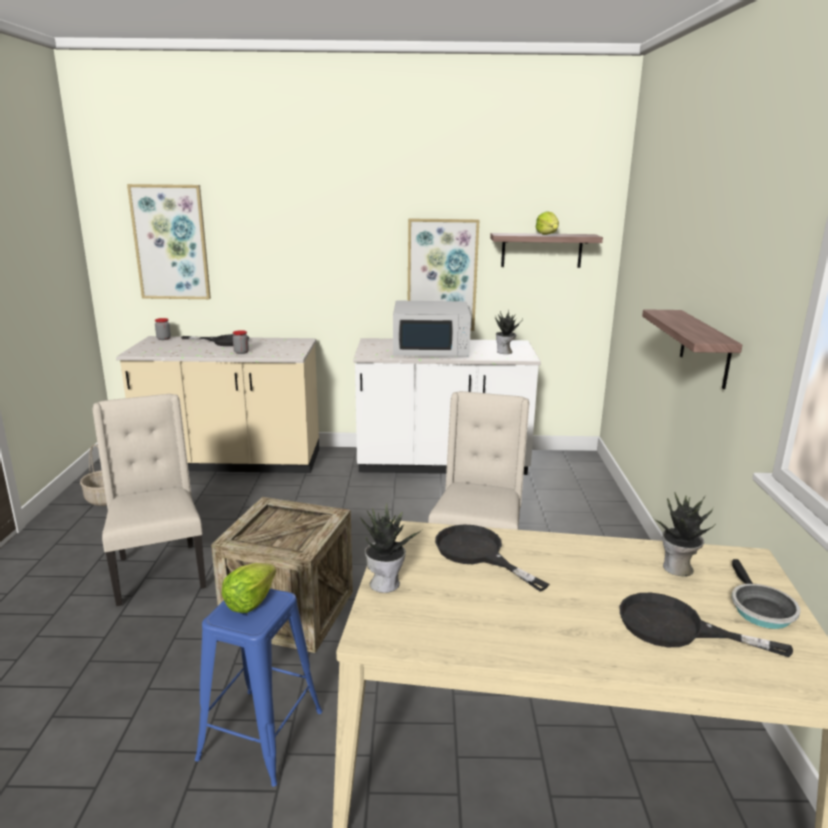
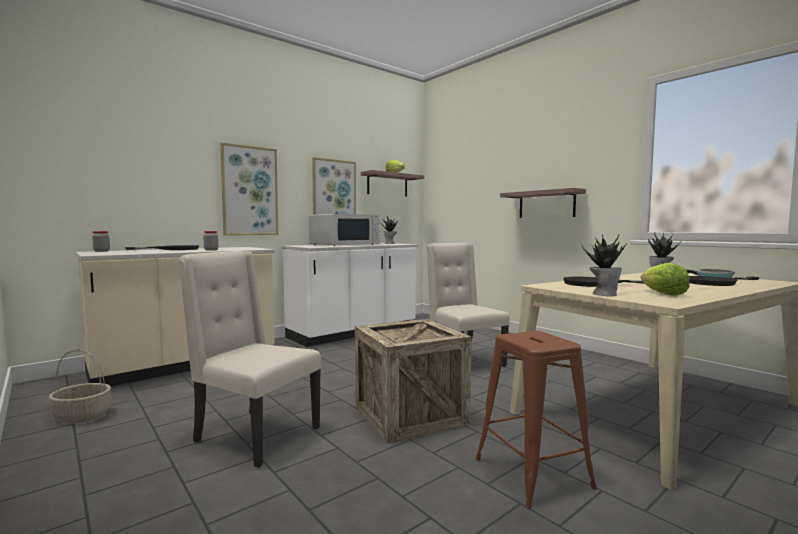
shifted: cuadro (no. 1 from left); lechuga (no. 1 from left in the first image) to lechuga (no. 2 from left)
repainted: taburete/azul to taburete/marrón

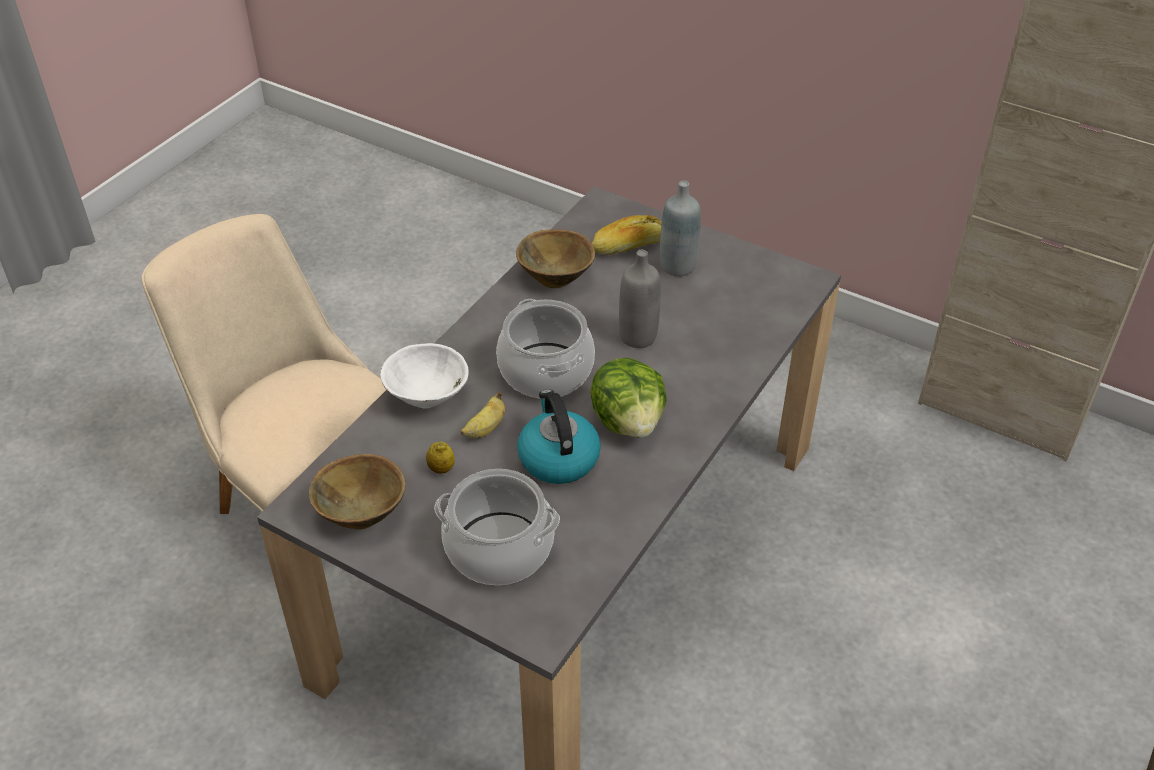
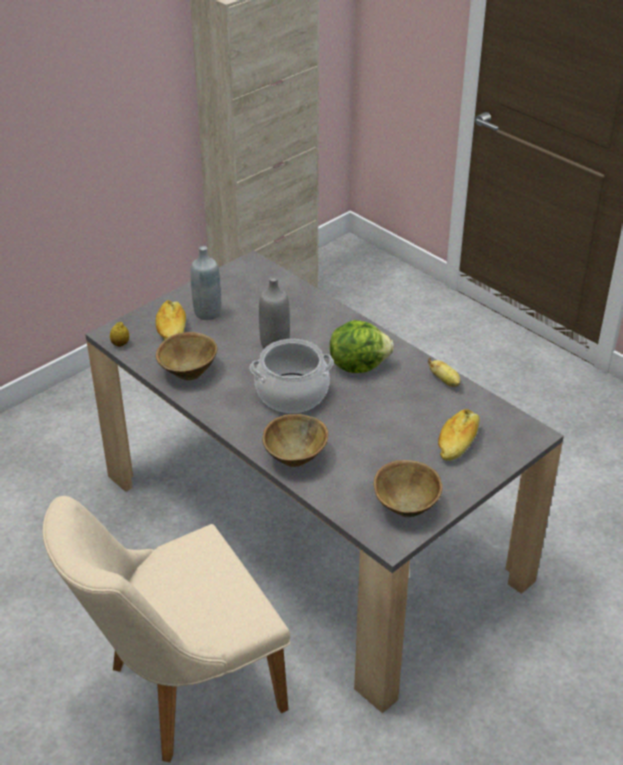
gone: hervidor
shifted: limón; plátano
swapped: olla (no. 1 from left) to pan (no. 2 from left)
repainted: cuenco/blanco to cuenco/marrón (no. 2 from left)

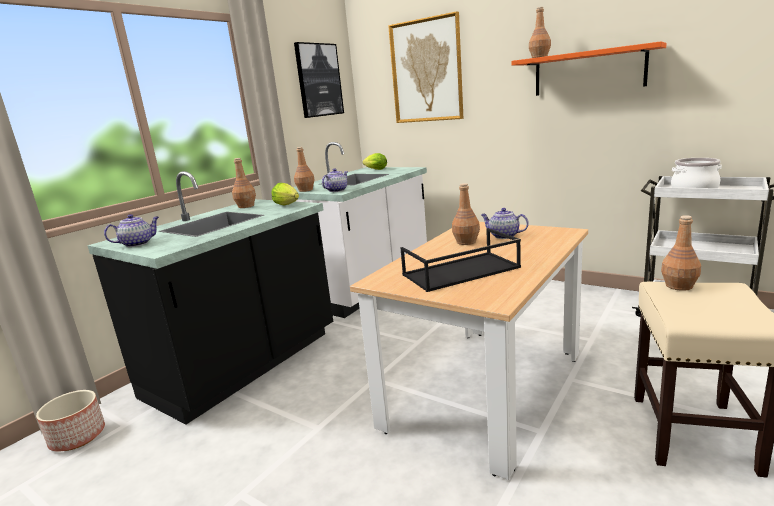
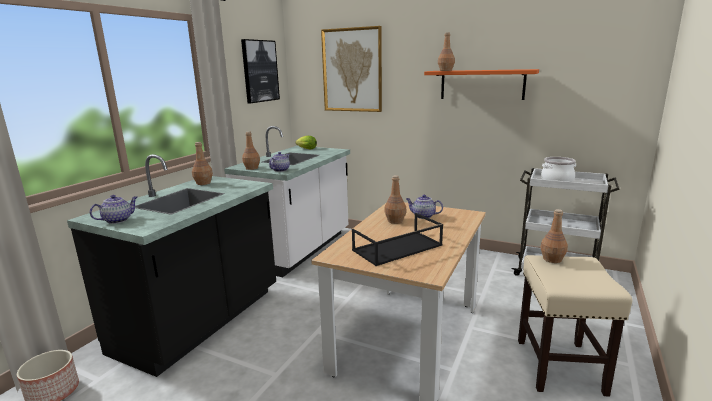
gone: lechuga (no. 1 from left)

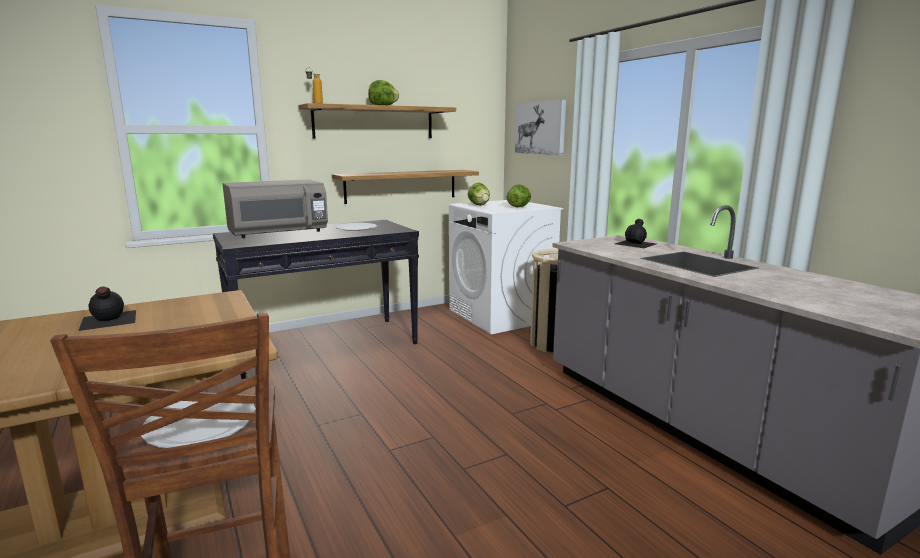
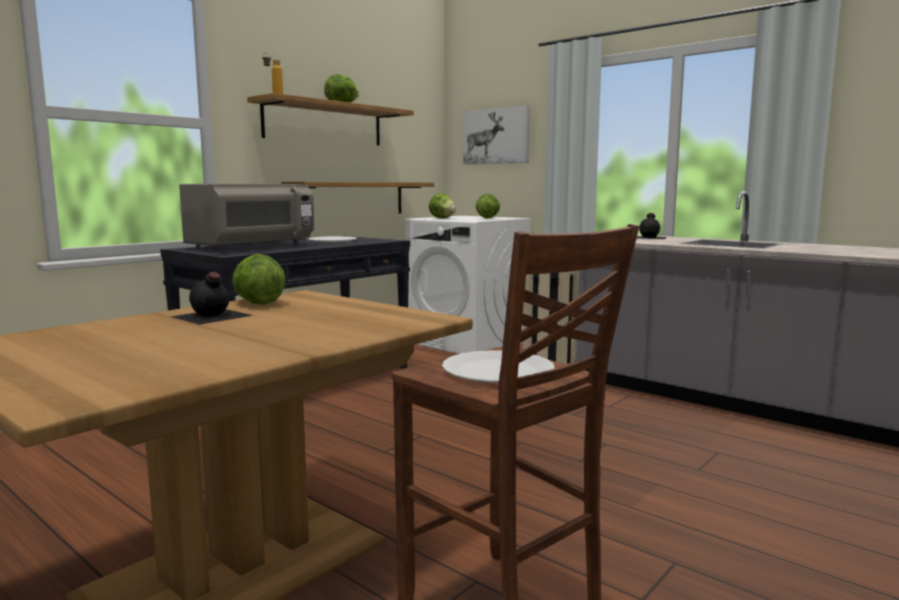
new: lechuga (no. 1 from left)

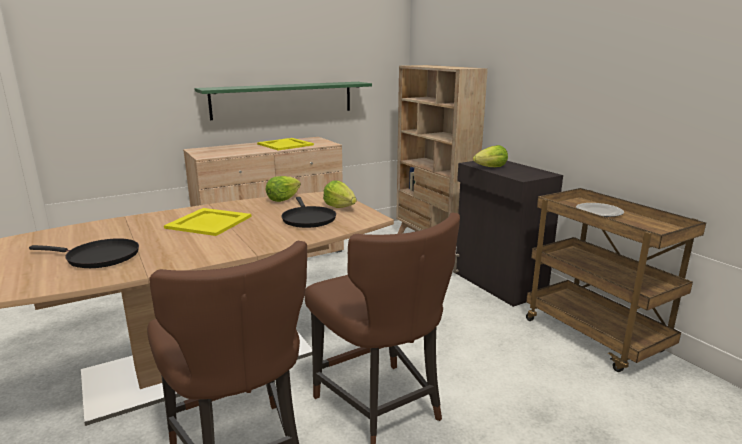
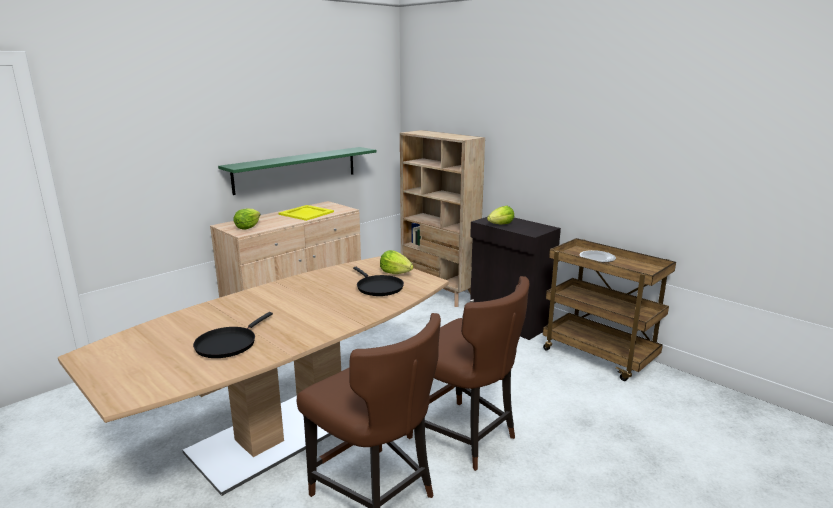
gone: bandeja/amarillo (no. 1 from left)
shifted: lechuga (no. 1 from left)
rotated: sartén/negro (no. 1 from left) 120 degrees clockwise

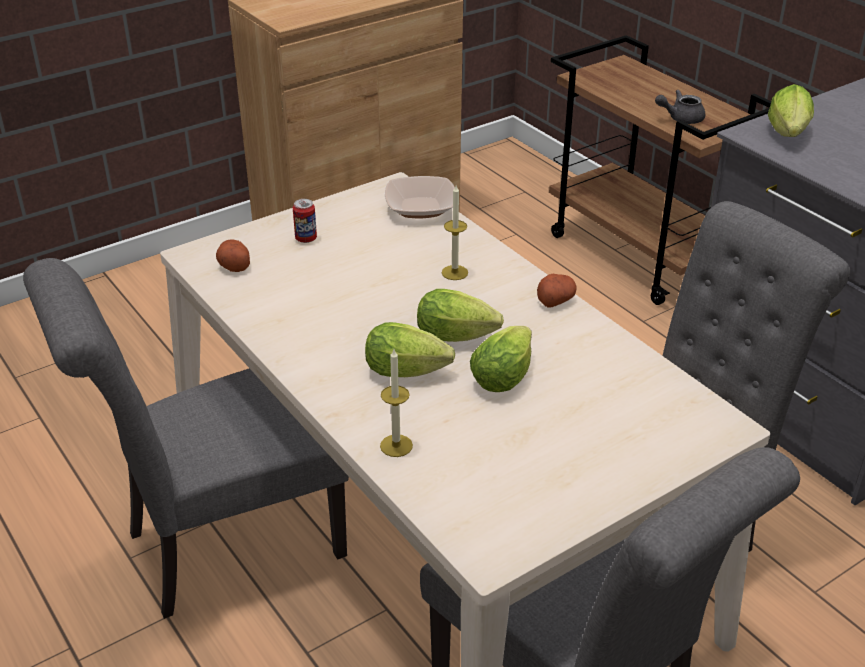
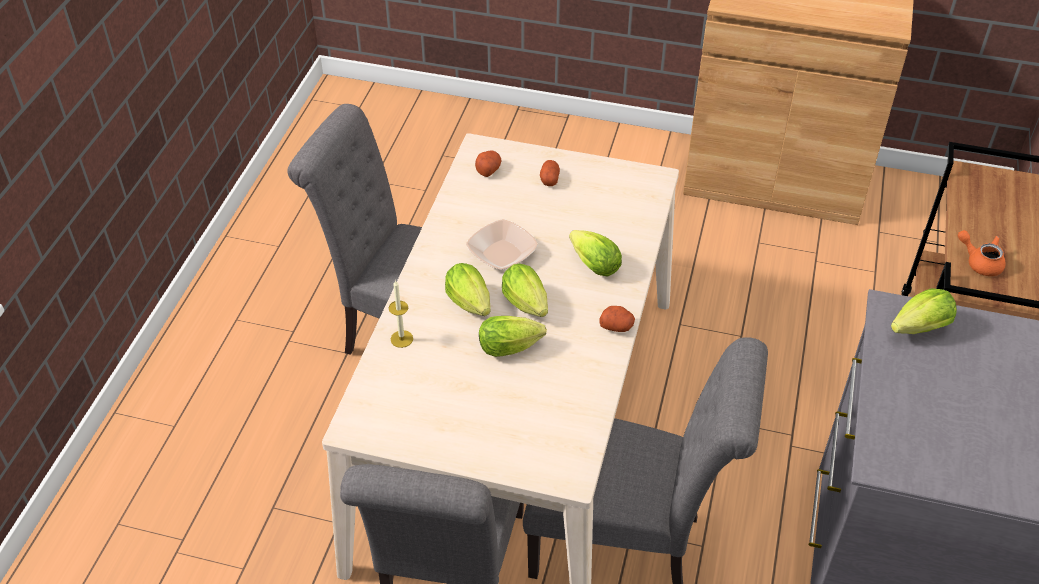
shifted: cuenco
swapped: lata to patata (no. 2 from left); vela (no. 2 from left) to lechuga (no. 4 from left)
repainted: tetera/gris to tetera/naranja

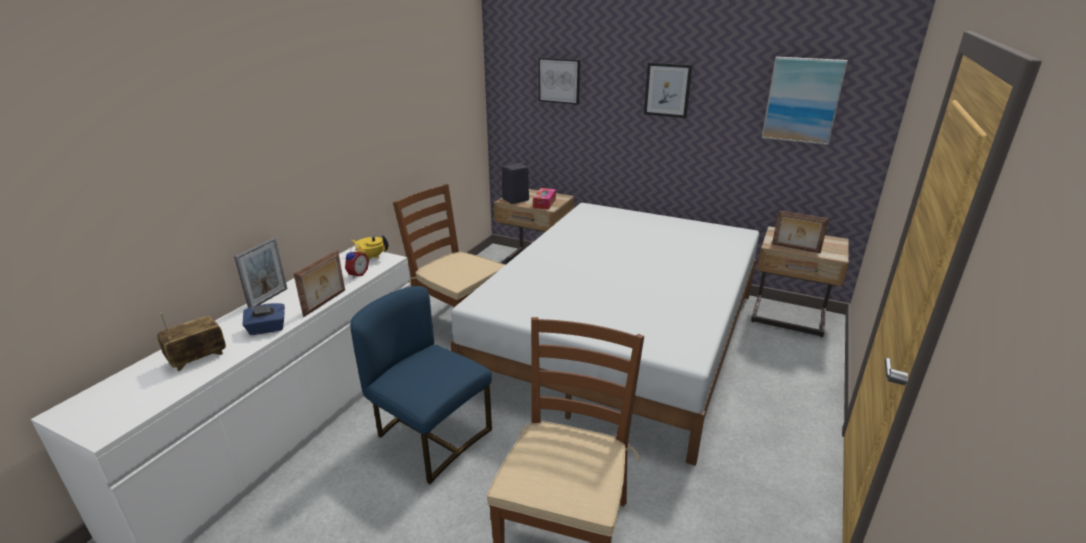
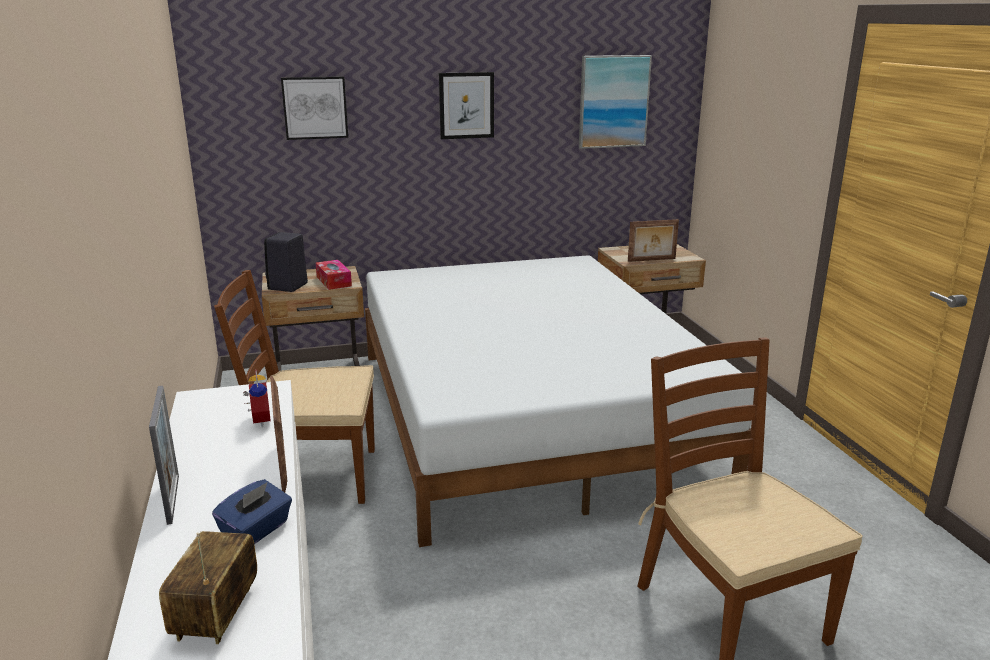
gone: silla/azul; tetera/amarillo

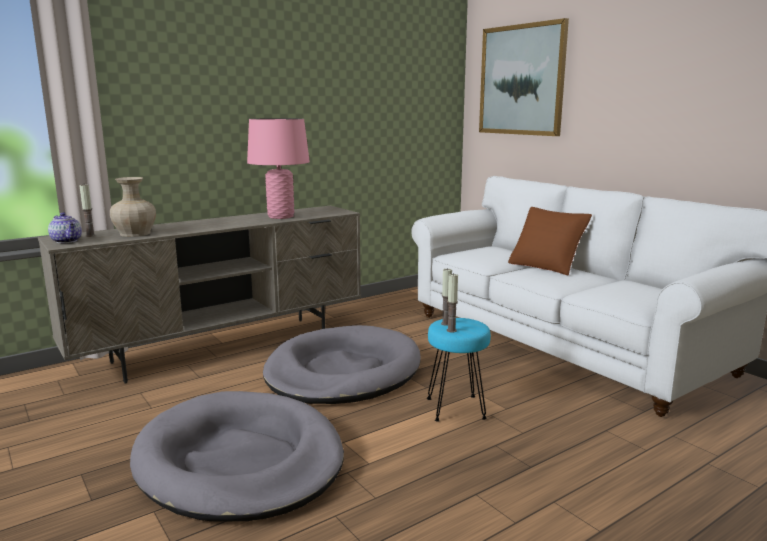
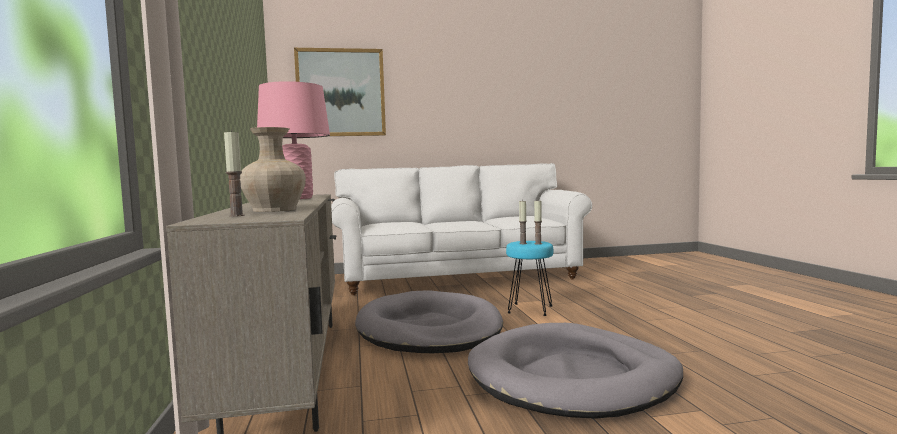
gone: tetera; cojín/marrón

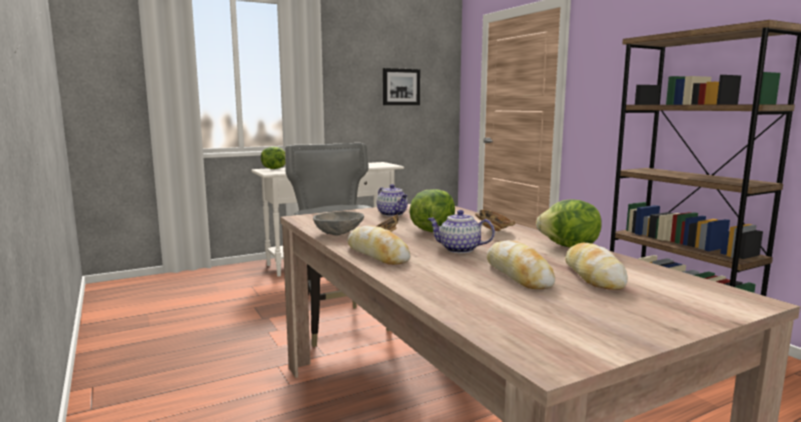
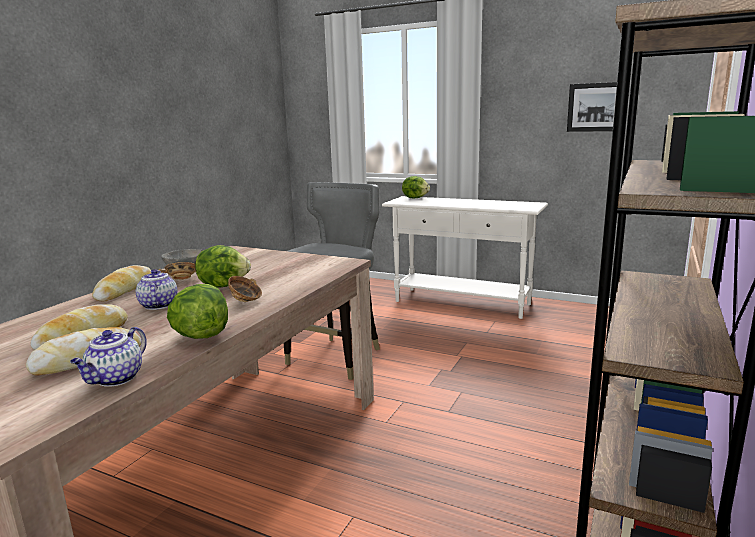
shifted: tetera (no. 1 from left)

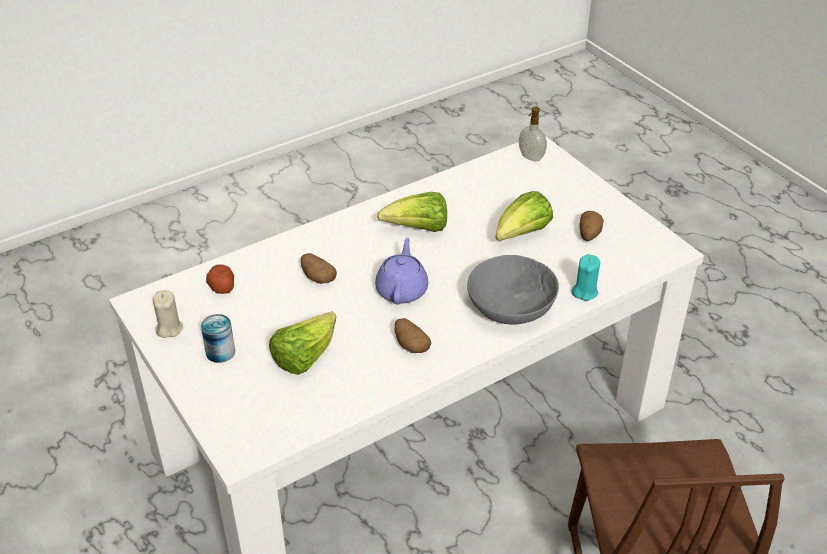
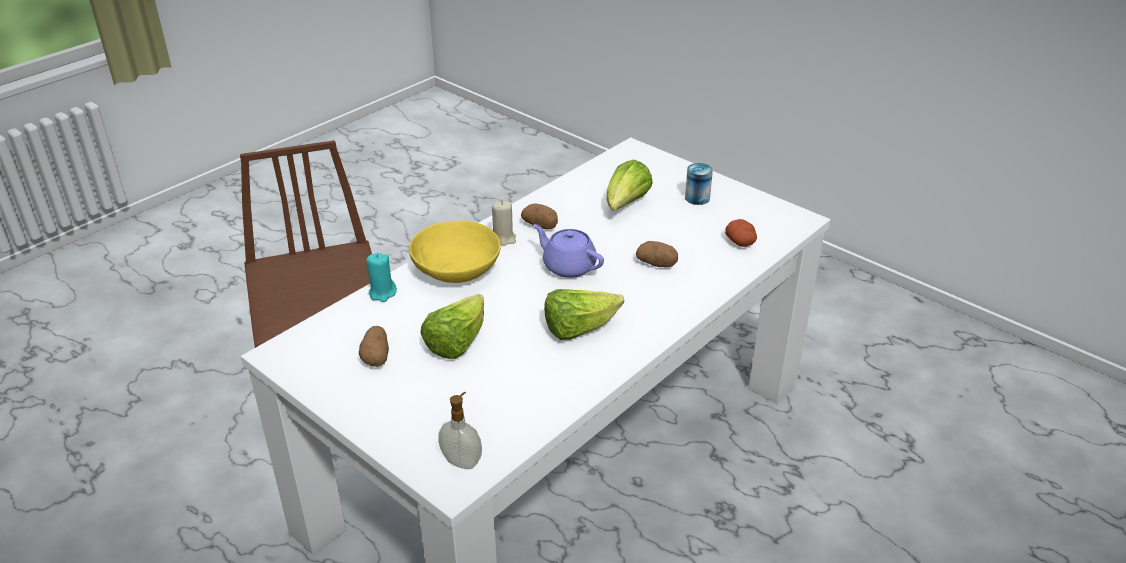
shifted: vela/beis
repainted: cuenco/gris to cuenco/amarillo
rotated: tetera/morado 135 degrees clockwise

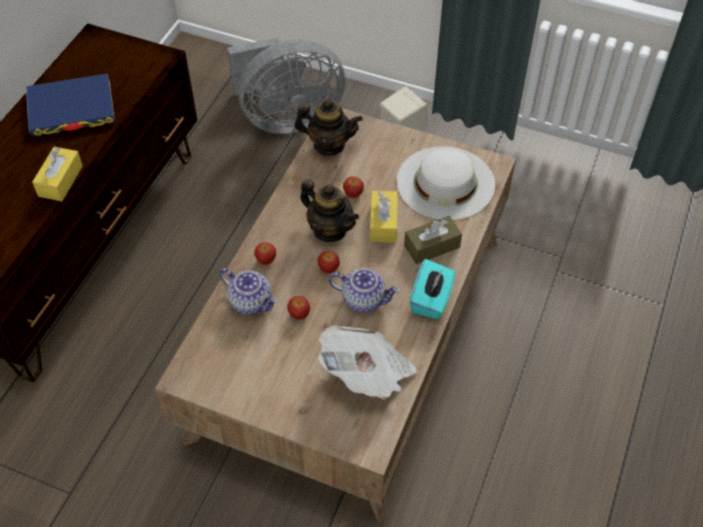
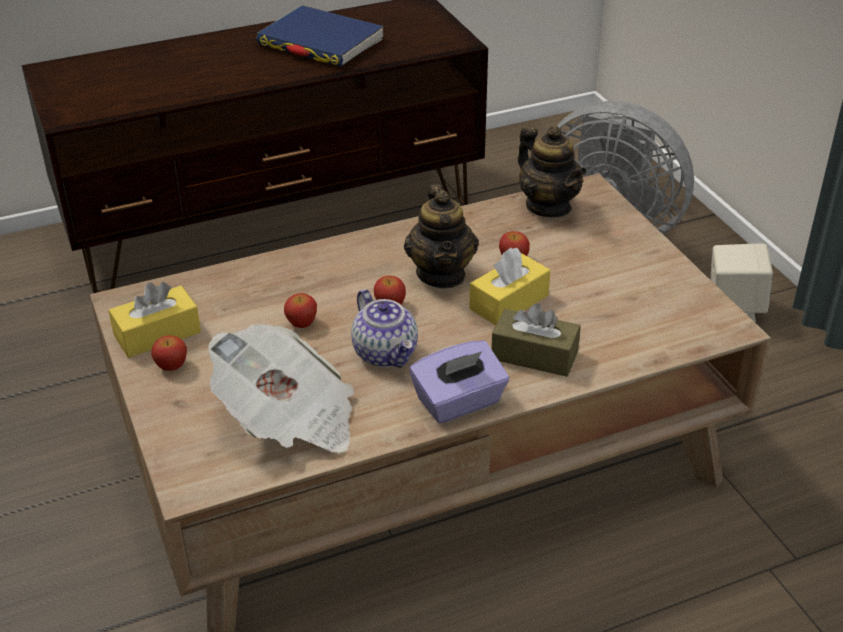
gone: tetera (no. 1 from left); sombrero/blanco
shifted: caja de pañuelos/amarillo (no. 1 from left); manzana (no. 1 from left)
repainted: caja de pañuelos/turquesa to caja de pañuelos/morado

